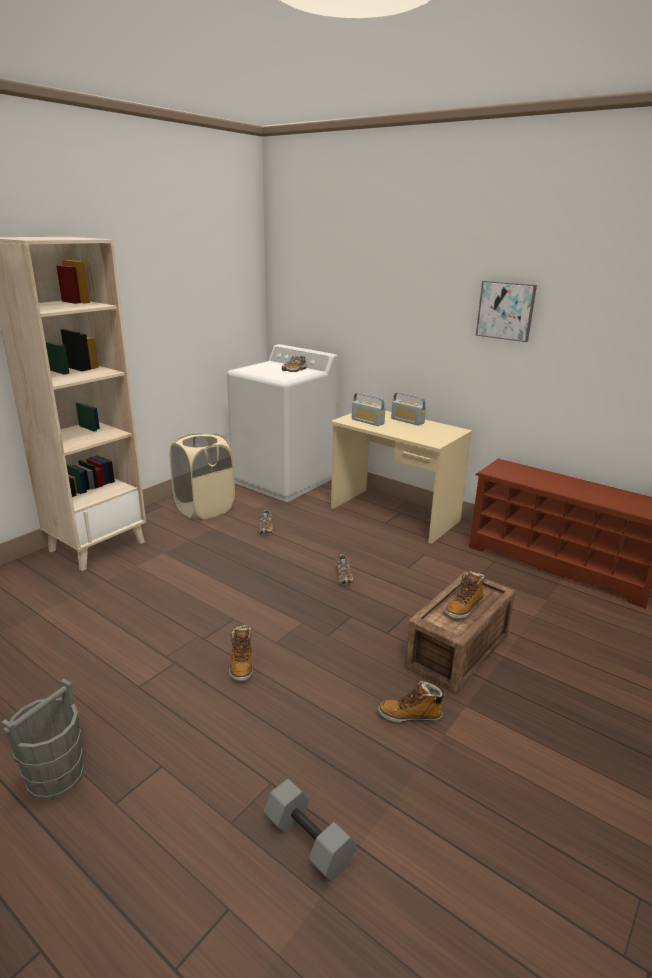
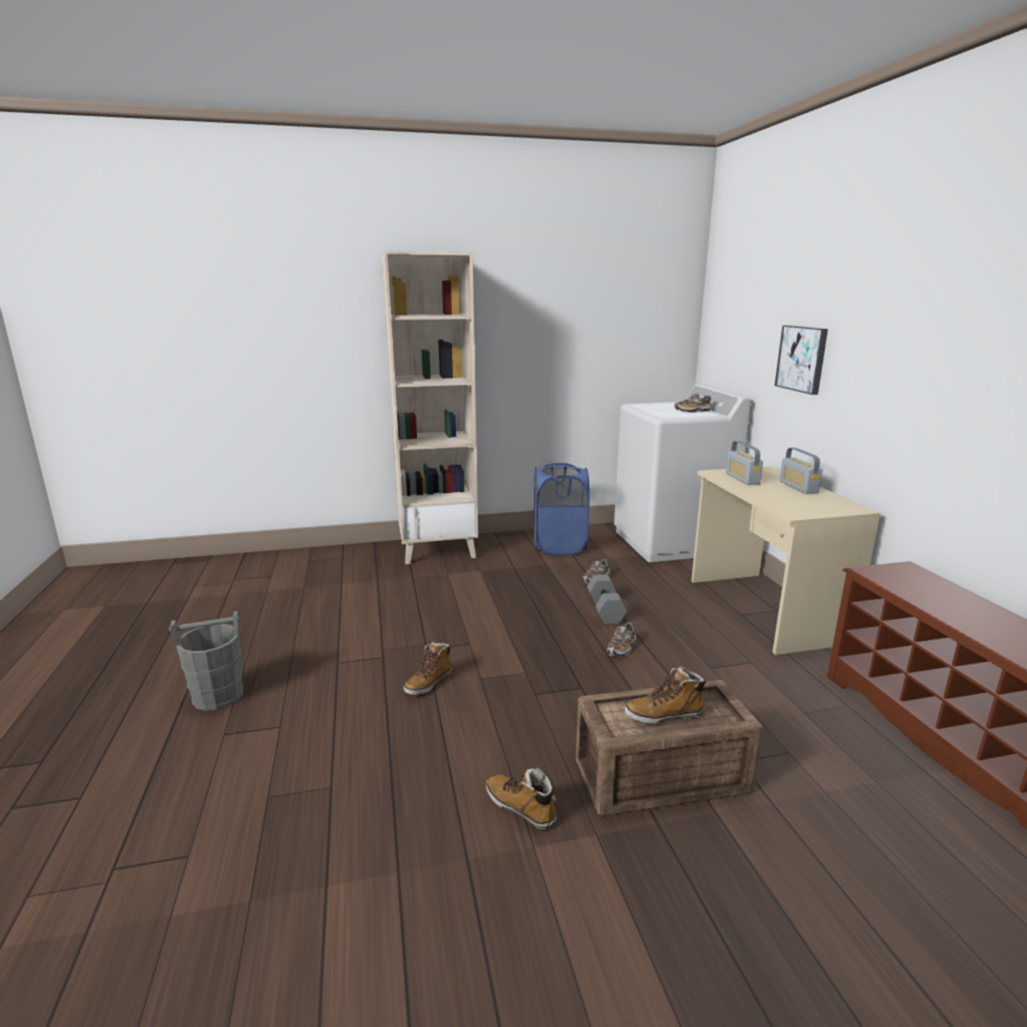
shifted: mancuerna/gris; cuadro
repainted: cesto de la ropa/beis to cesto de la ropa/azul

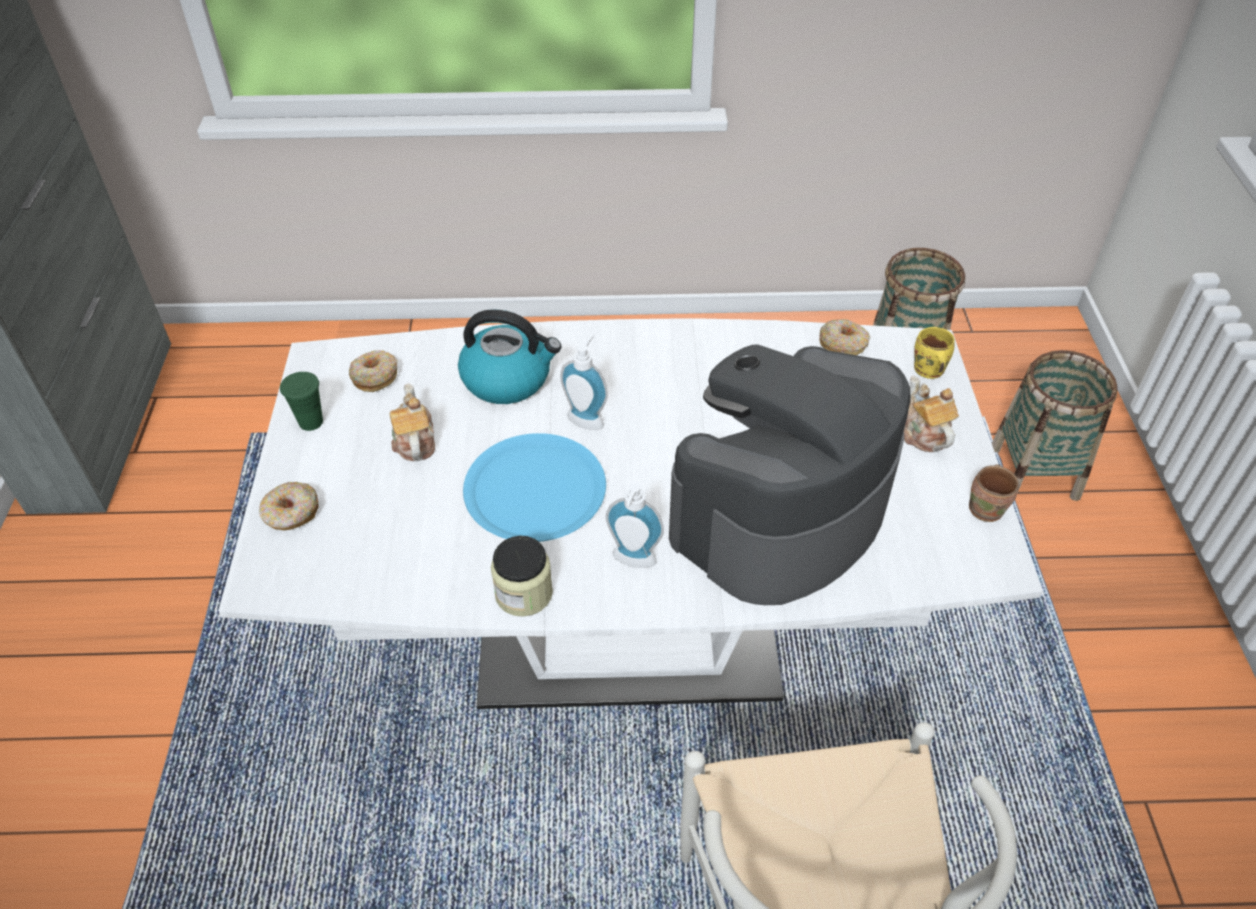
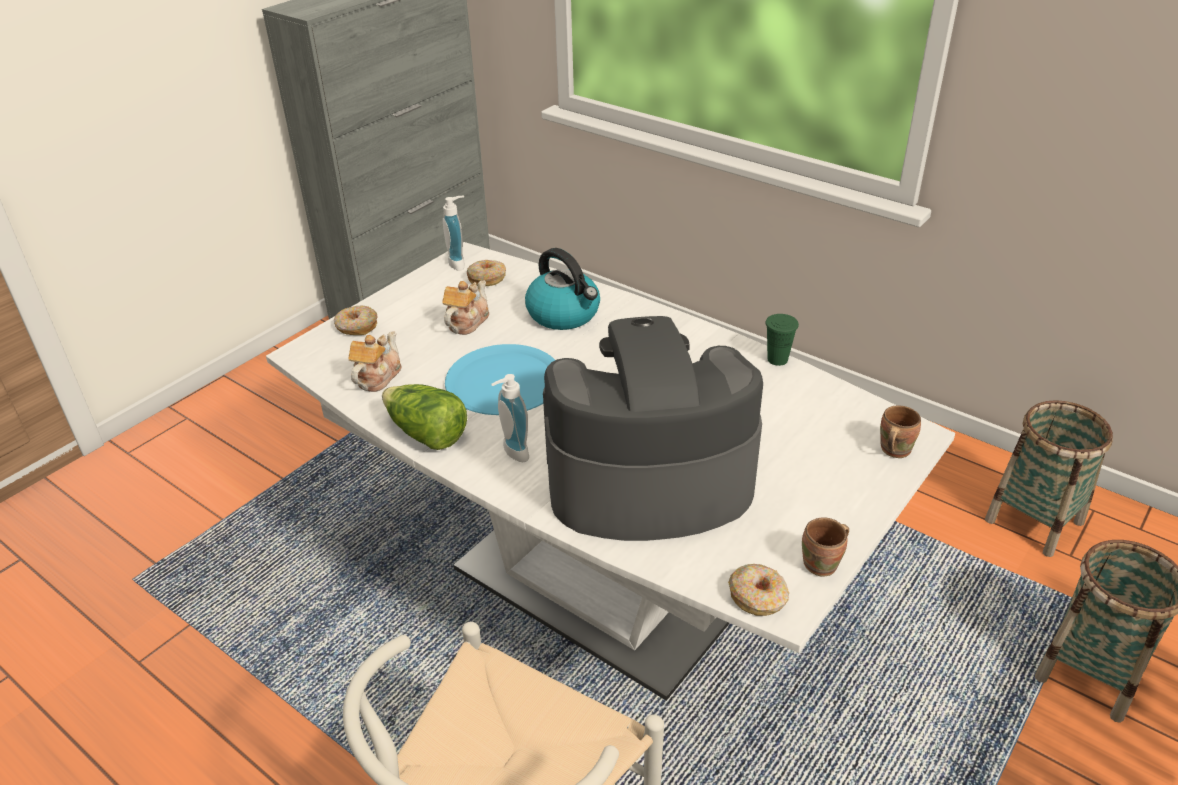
shifted: taza/verde; dispensador de jabón (no. 1 from left); rosquilla (no. 3 from left); tetera (no. 2 from left in the first image) to tetera (no. 1 from left)
swapped: tarro to lechuga
repainted: taza grande/amarillo to taza grande/marrón (no. 2 from left)

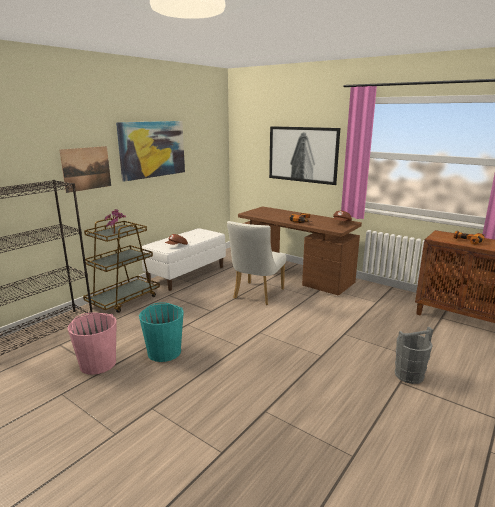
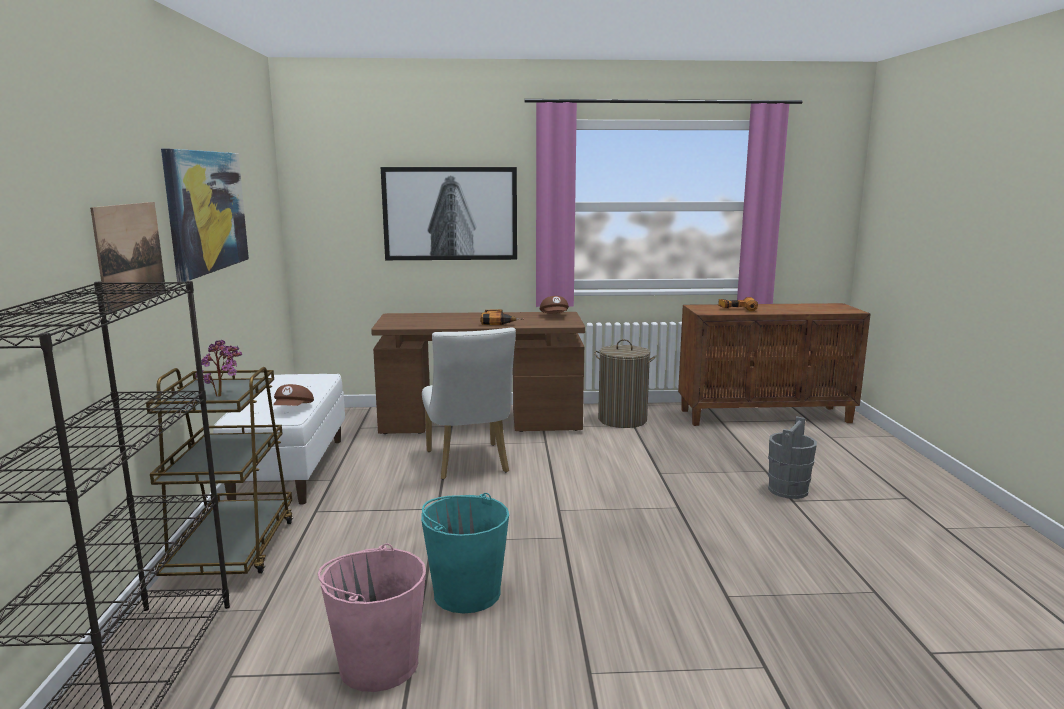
new: cesto de la ropa

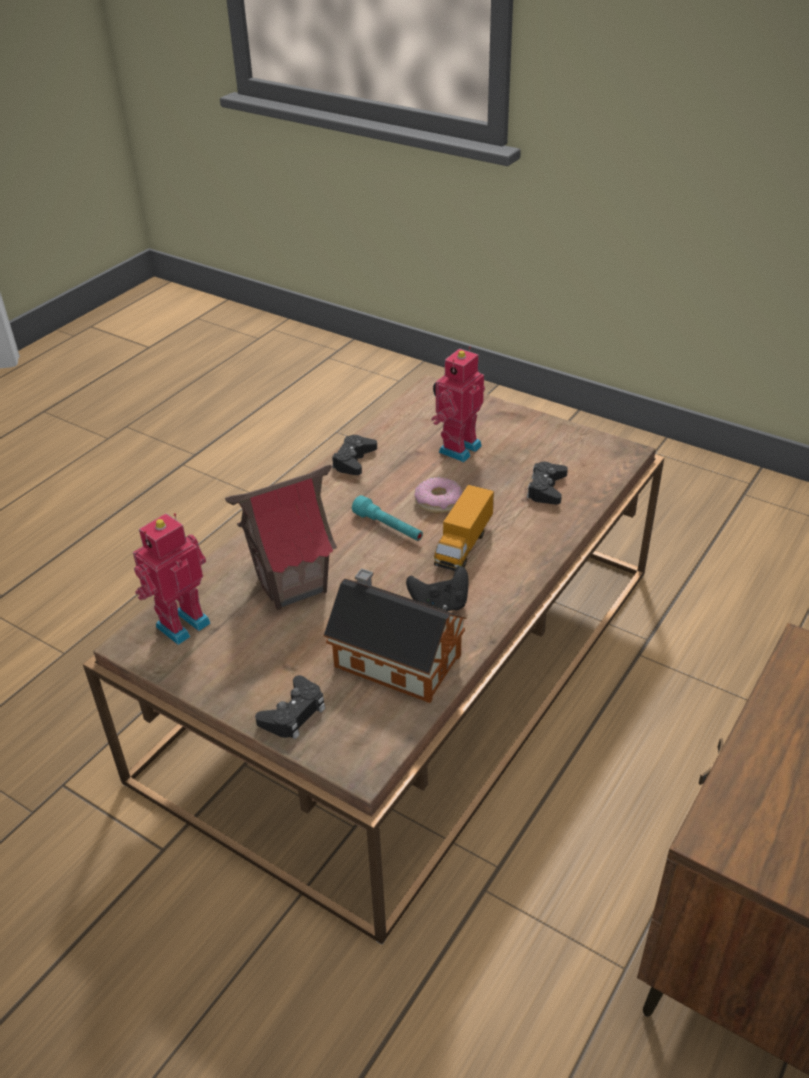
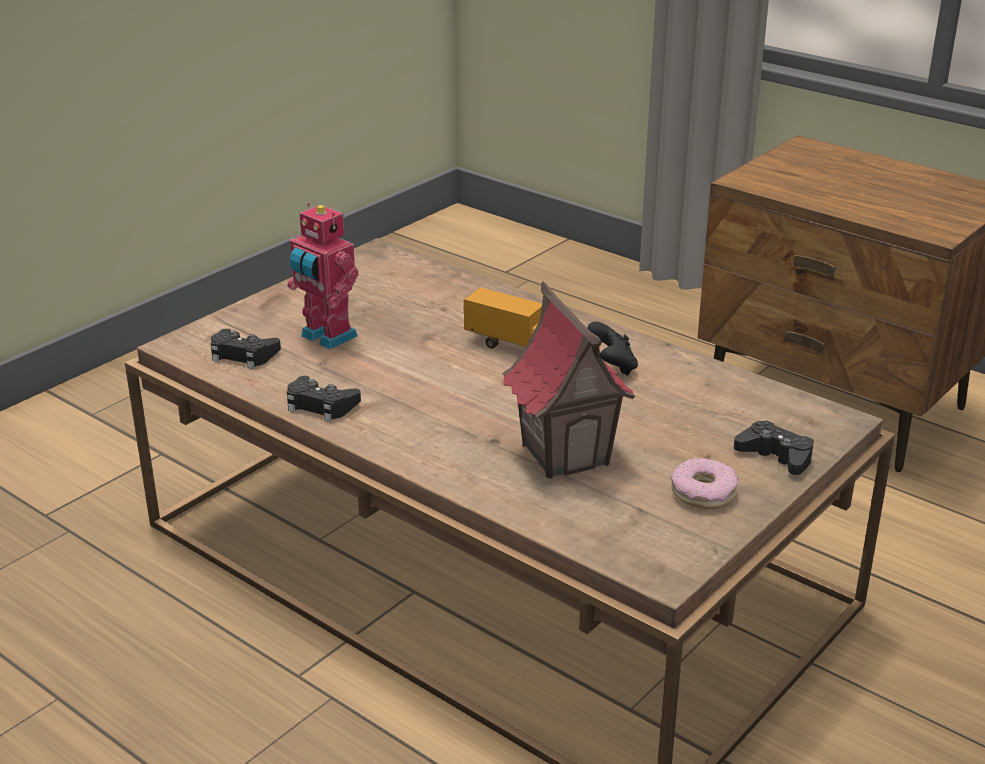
gone: robot de juguete (no. 1 from left); casita (no. 2 from left); linterna/turquesa
shifted: rosquilla; mando de consola/negro (no. 4 from left in the first image) to mando de consola/negro (no. 1 from left)

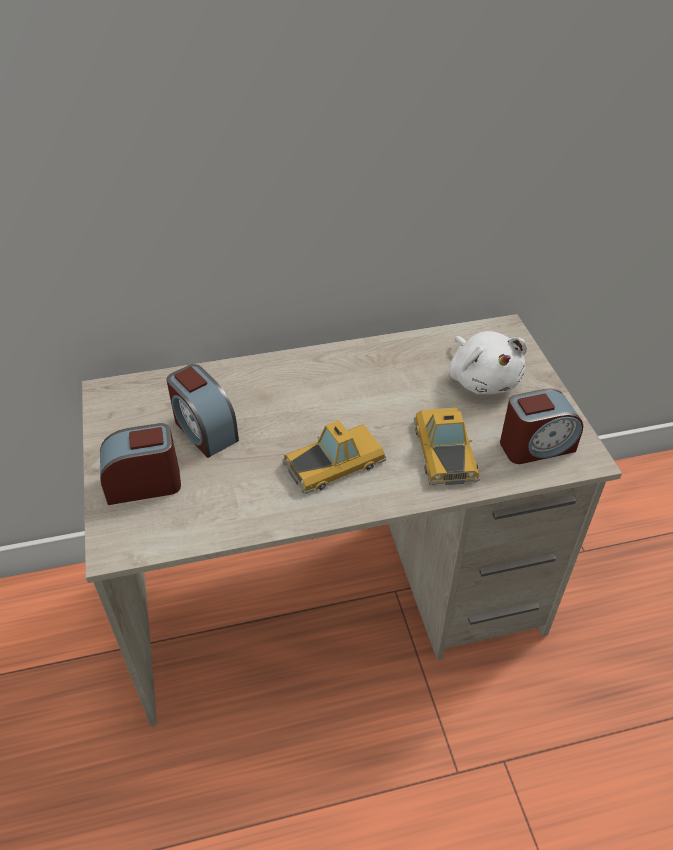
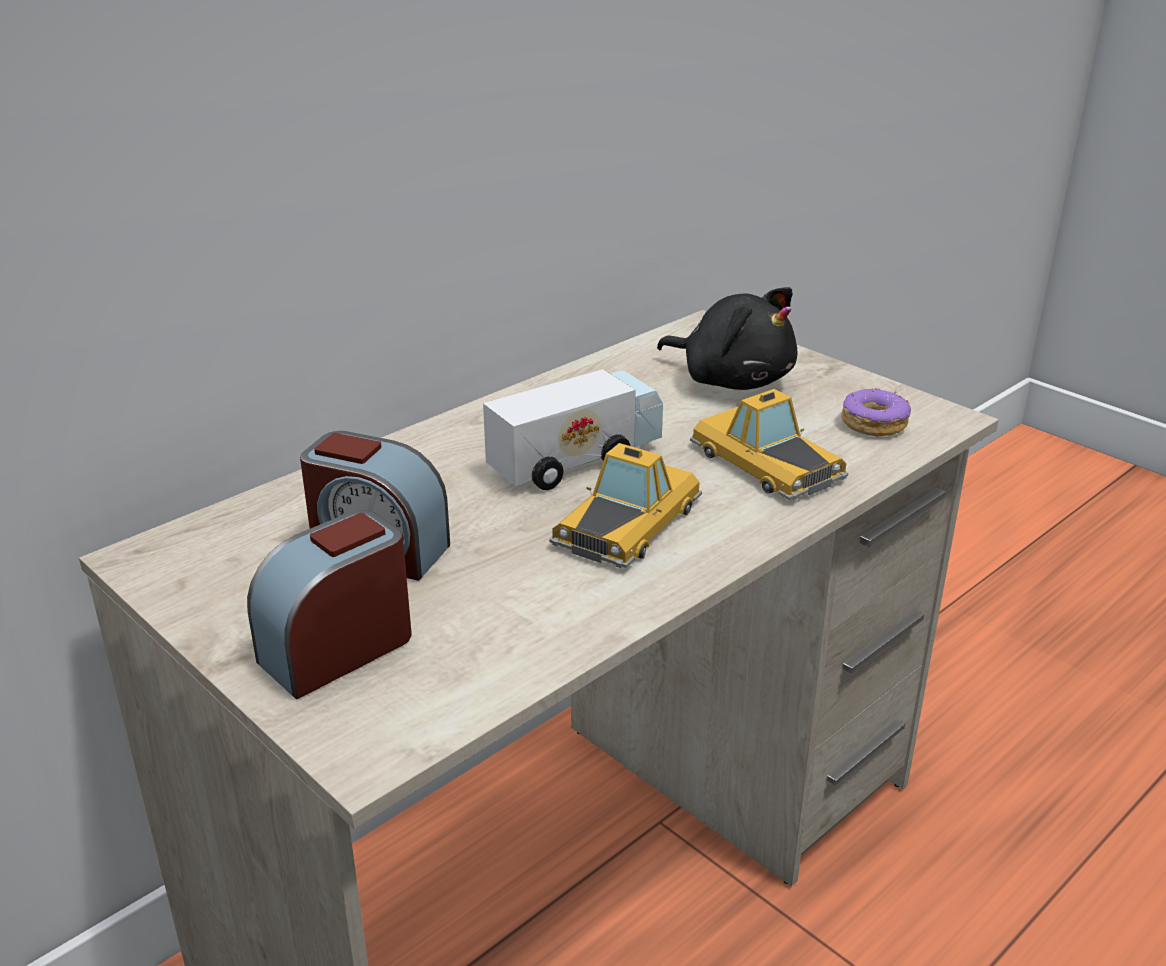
new: camión de juguete
swapped: despertador (no. 3 from left) to rosquilla
repainted: peluche/blanco to peluche/negro

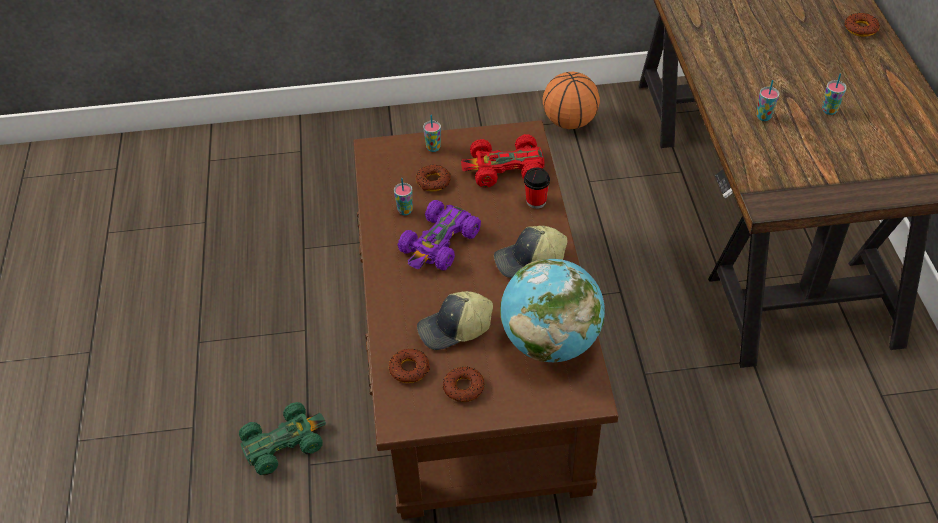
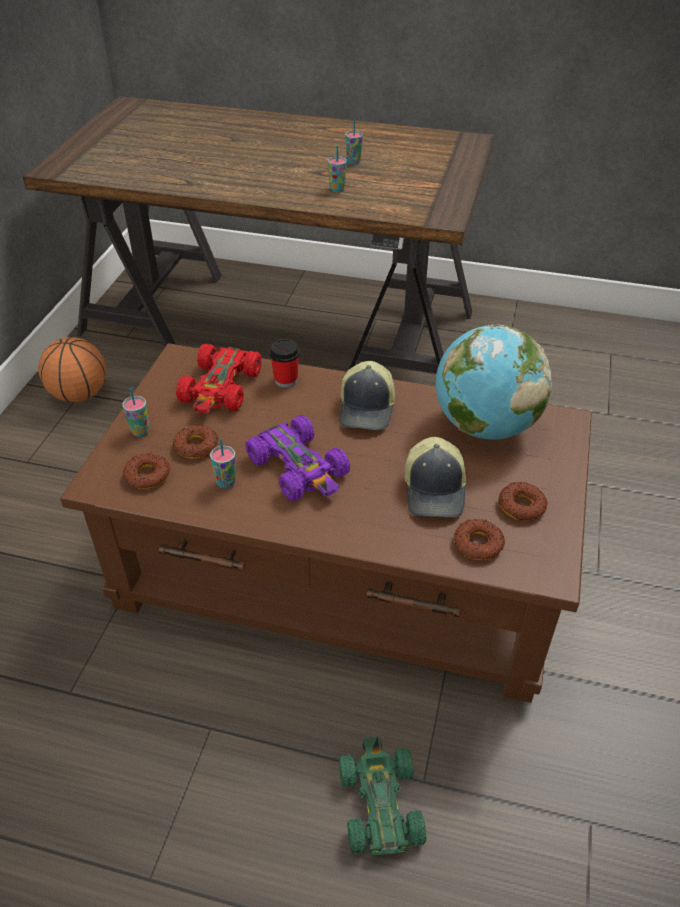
shifted: rosquilla (no. 4 from left in the first image) to rosquilla (no. 1 from left)

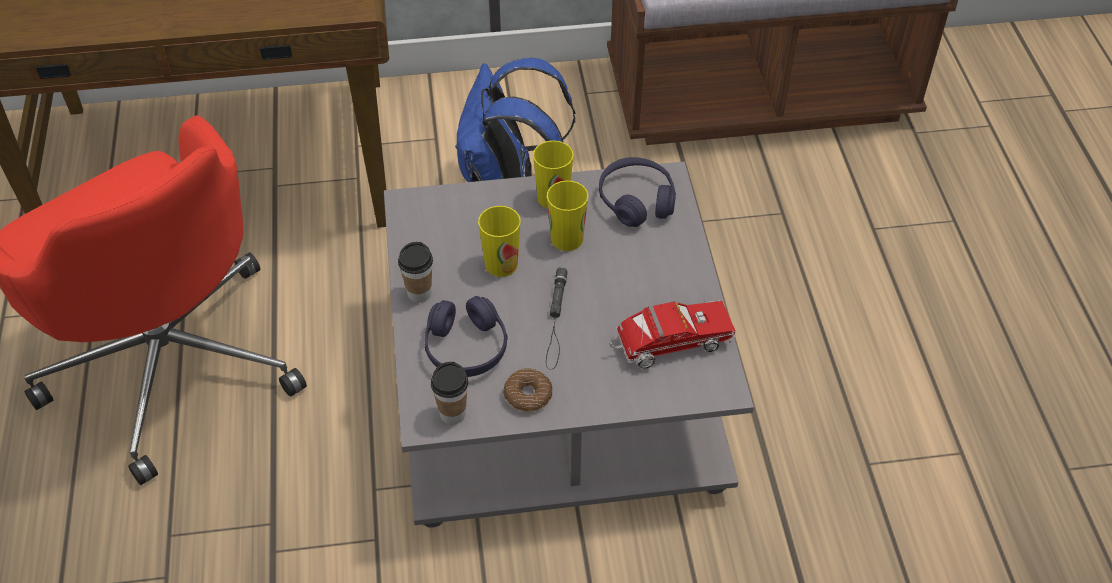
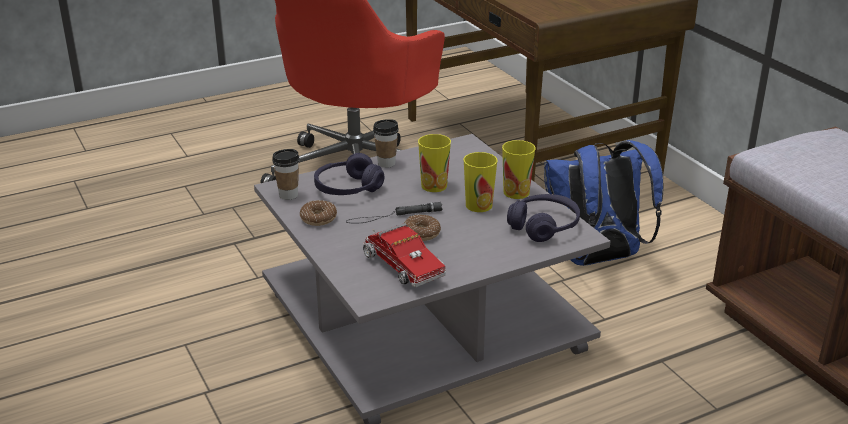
new: rosquilla (no. 2 from left)

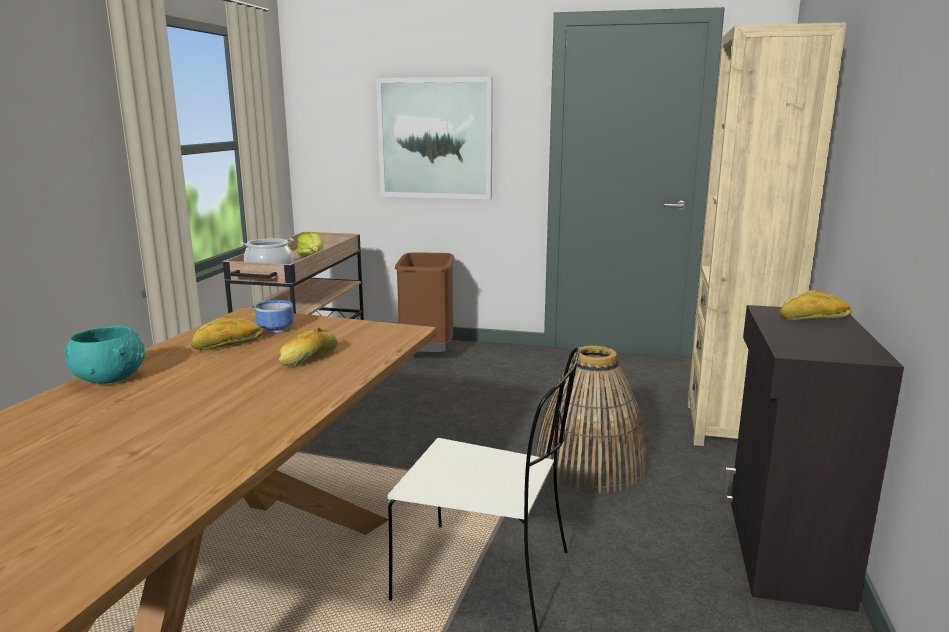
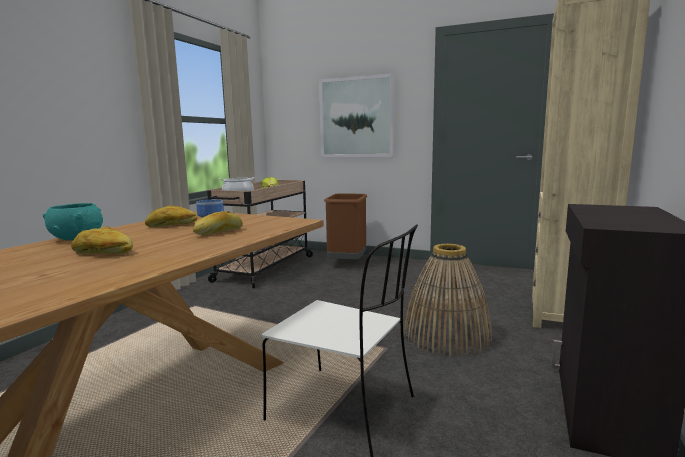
shifted: pan (no. 3 from left in the first image) to pan (no. 1 from left)

